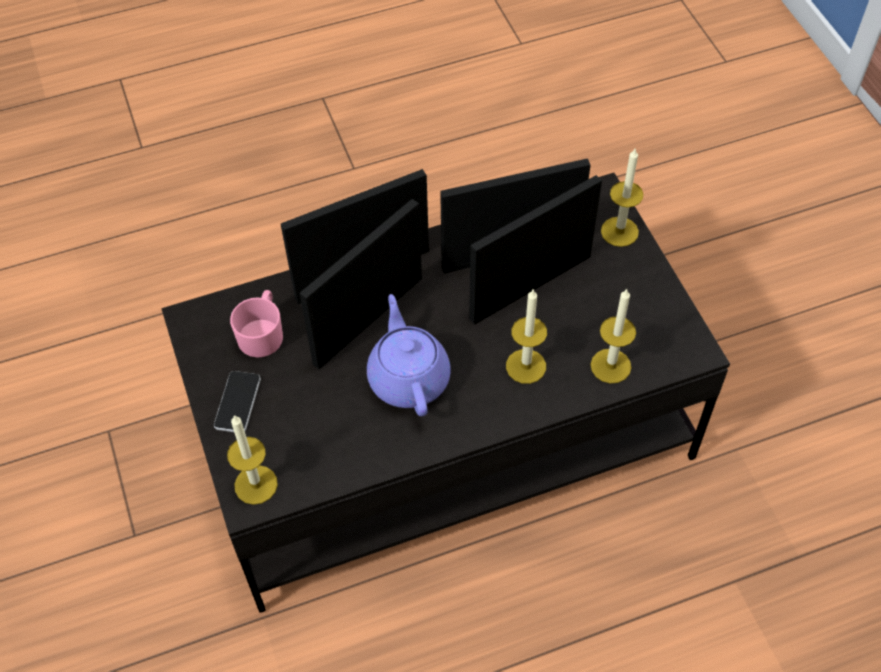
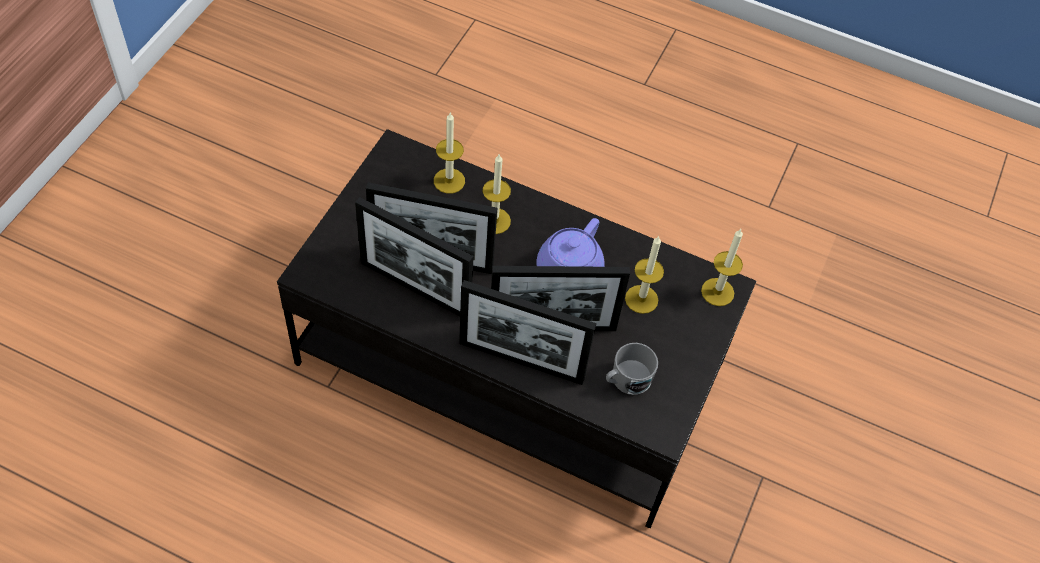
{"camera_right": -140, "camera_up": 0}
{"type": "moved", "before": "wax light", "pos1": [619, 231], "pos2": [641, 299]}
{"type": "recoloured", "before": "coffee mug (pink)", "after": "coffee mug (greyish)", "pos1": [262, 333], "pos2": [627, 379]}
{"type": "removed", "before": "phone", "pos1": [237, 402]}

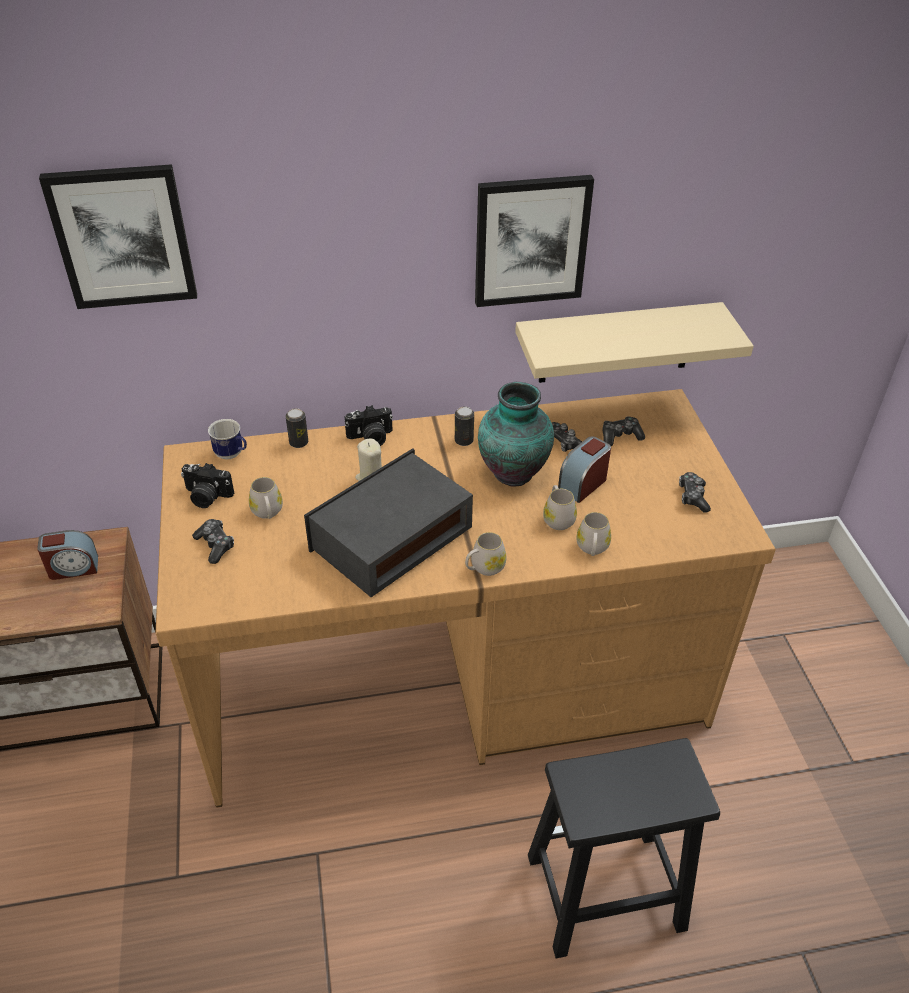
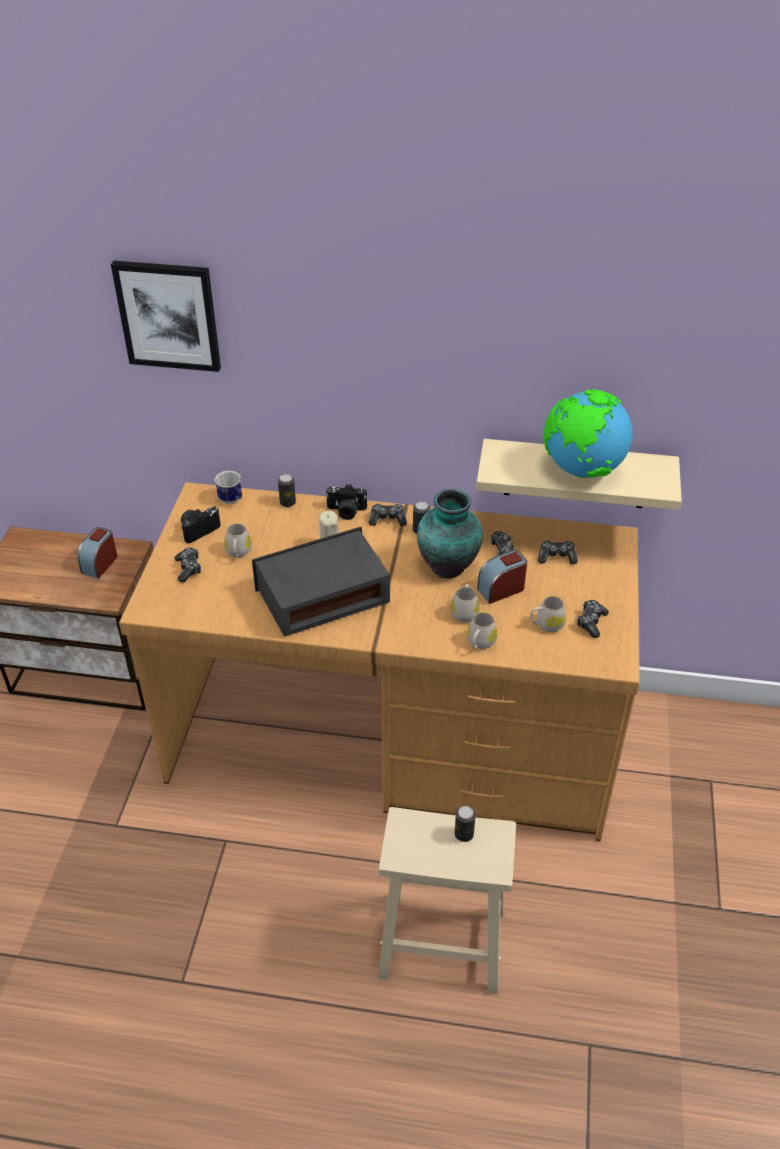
{"camera_right": 20, "camera_up": 0}
{"type": "removed", "before": "wall art", "pos1": [531, 240]}
{"type": "turned", "before": "still camera", "pos1": [206, 497], "pos2": [198, 530], "turn": 105}
{"type": "turned", "before": "table clock", "pos1": [73, 568], "pos2": [100, 564], "turn": 105}
{"type": "moved", "before": "coffee mug (whitish)", "pos1": [484, 568], "pos2": [546, 625]}
{"type": "recoloured", "before": "stool seat (blackish)", "after": "stool seat (beige-coloured)", "pos1": [602, 893], "pos2": [439, 943]}
{"type": "added", "after": "globe", "pos2": [582, 470]}
{"type": "added", "after": "gamepad", "pos2": [387, 519]}
{"type": "added", "after": "metal can", "pos2": [464, 834]}

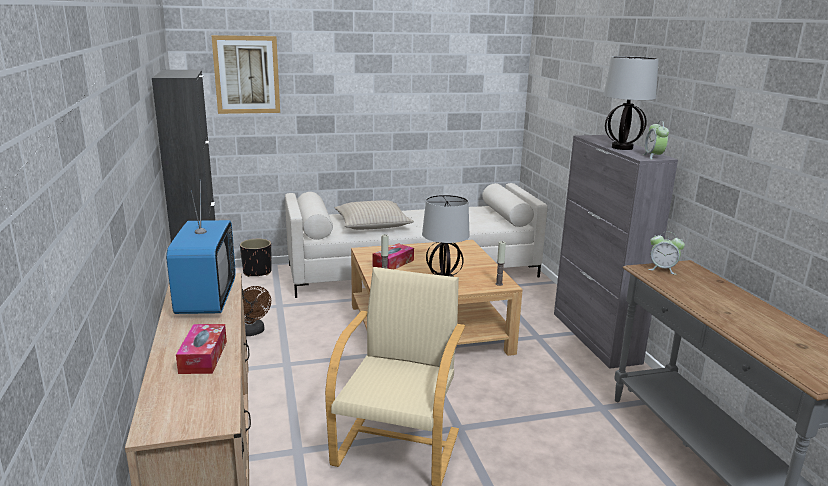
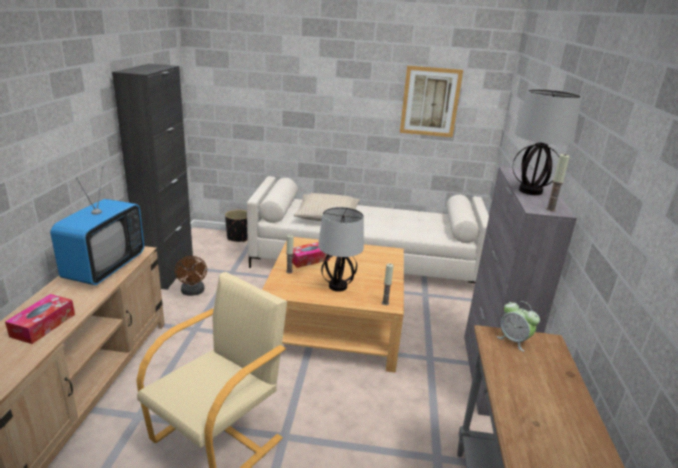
{"camera_right": 20, "camera_up": 5}
{"type": "moved", "before": "wall art", "pos1": [246, 75], "pos2": [430, 102]}
{"type": "replaced", "before": "table clock", "after": "wax light", "pos1": [653, 157], "pos2": [550, 209]}

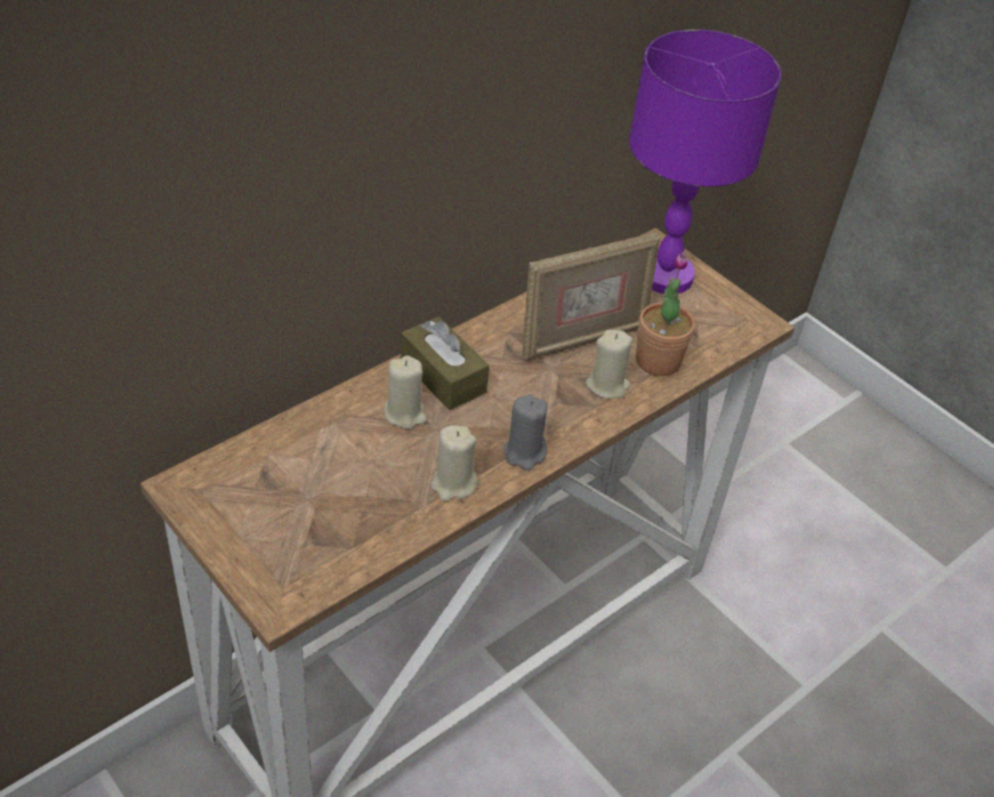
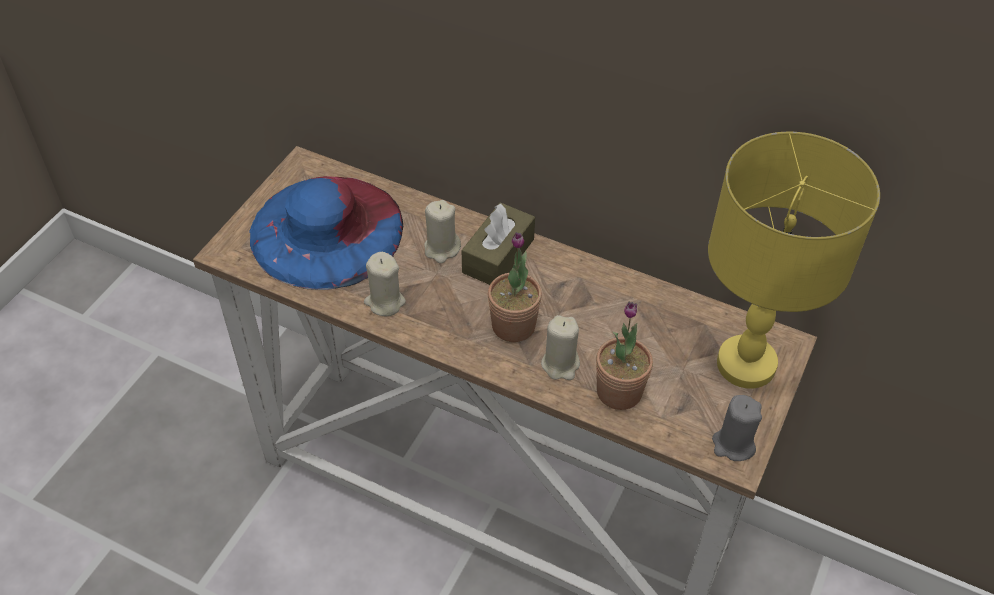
{"camera_right": 70, "camera_up": 5}
{"type": "recoloured", "before": "lamp for a table (purple)", "after": "lamp for a table (yellowish)", "pos1": [664, 276], "pos2": [745, 363]}
{"type": "removed", "before": "photo frame", "pos1": [582, 340]}
{"type": "moved", "before": "wax light (greyish)", "pos1": [524, 453], "pos2": [733, 444]}
{"type": "added", "after": "clothing hat (blue-coloured)", "pos2": [327, 230]}
{"type": "added", "after": "potted plant", "pos2": [513, 326]}

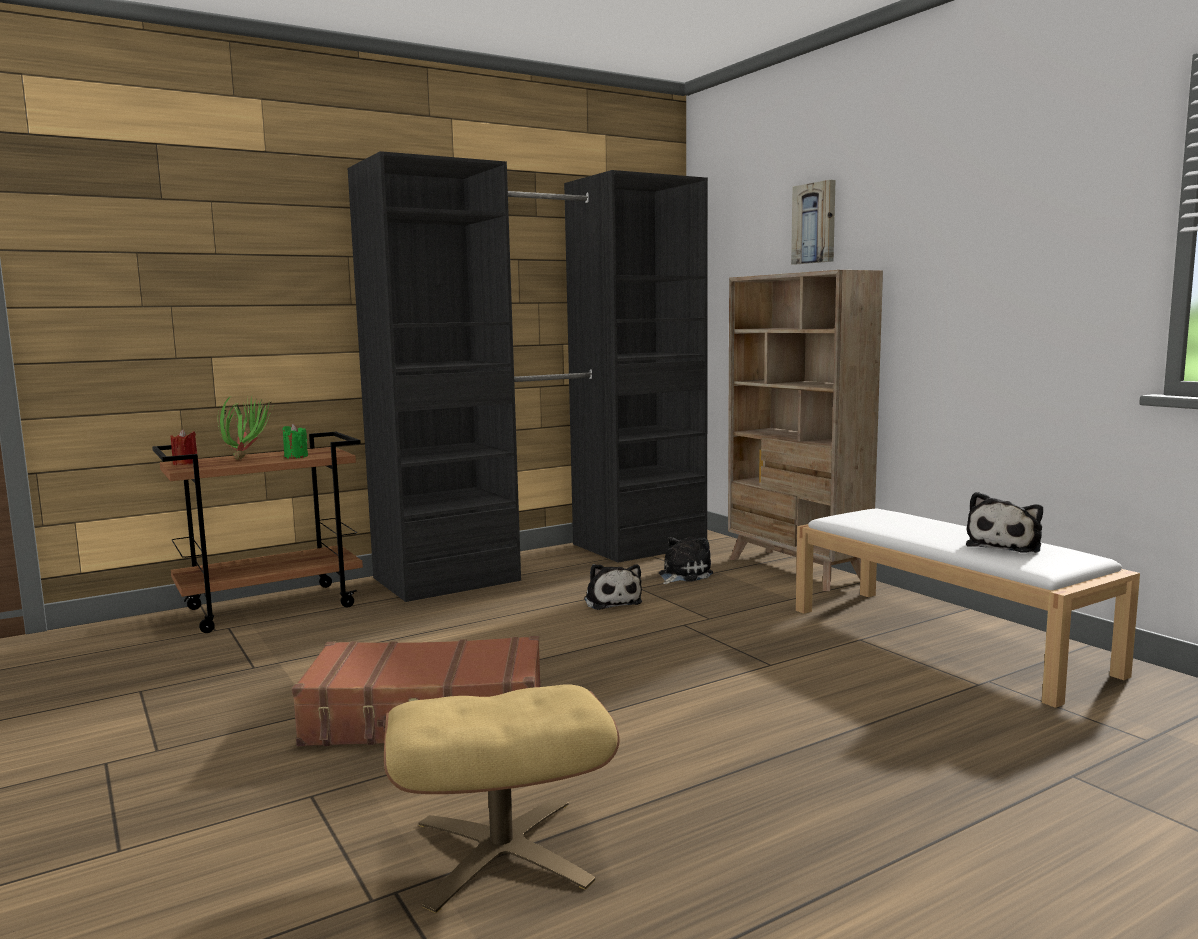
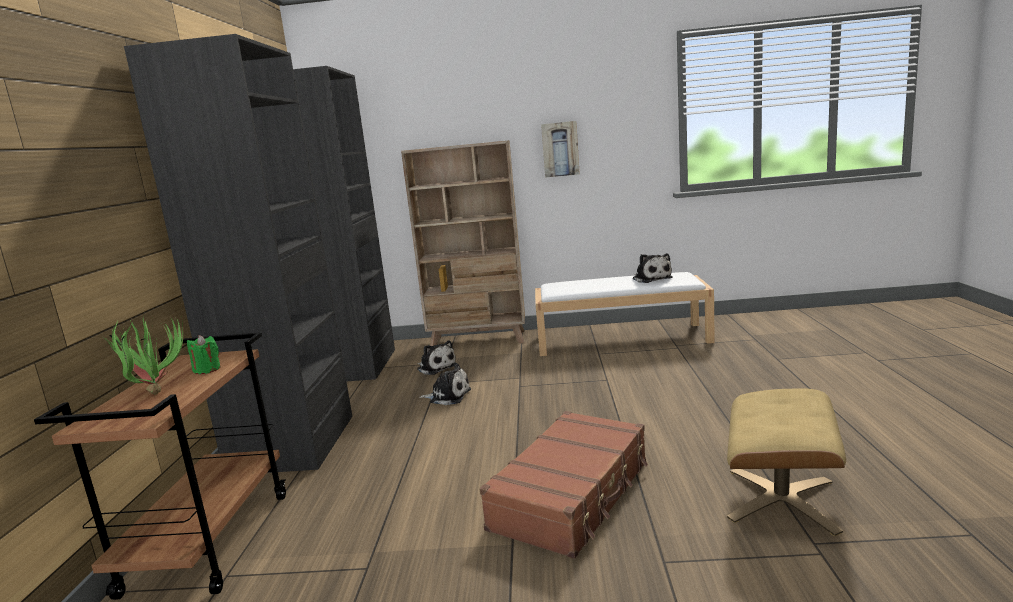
{"camera_right": -55, "camera_up": 5}
{"type": "moved", "before": "wall art", "pos1": [815, 223], "pos2": [560, 149]}
{"type": "removed", "before": "wax light (red-coloured)", "pos1": [185, 463]}
{"type": "turned", "before": "soft toy", "pos1": [683, 575], "pos2": [436, 367], "turn": 150}

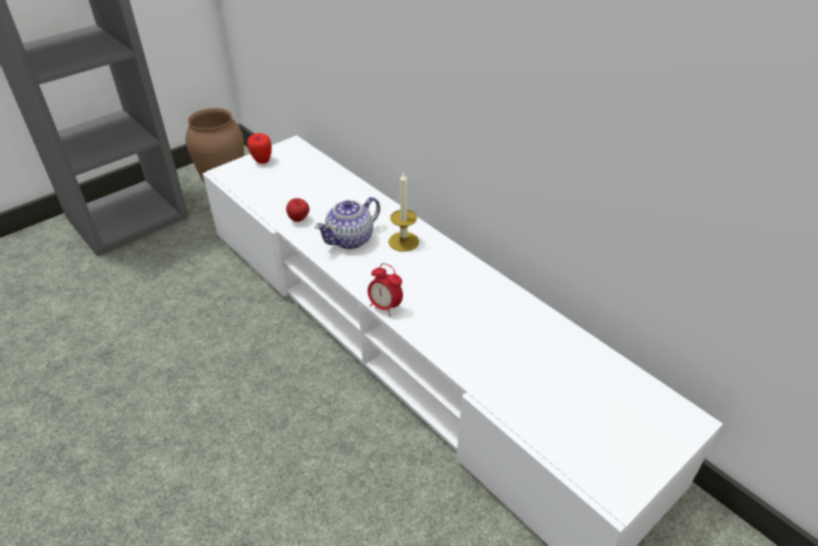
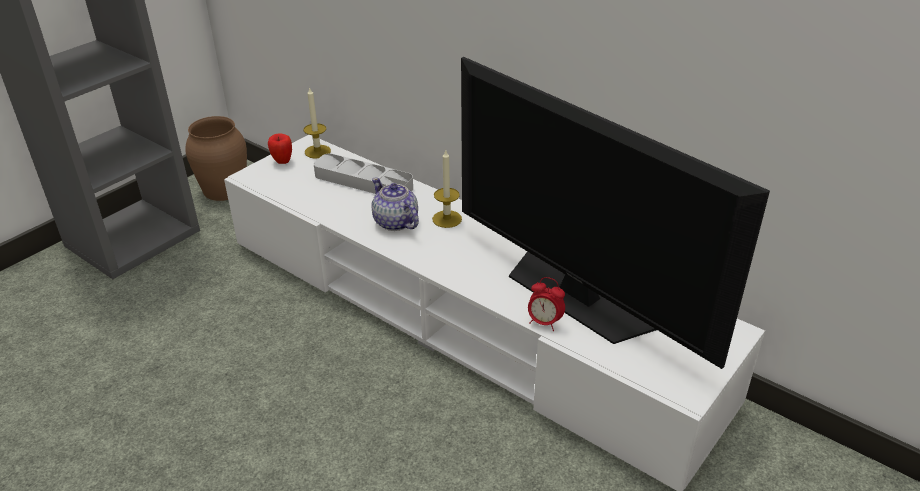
{"camera_right": -10, "camera_up": -5}
{"type": "turned", "before": "tea pot", "pos1": [351, 239], "pos2": [395, 222], "turn": 105}
{"type": "removed", "before": "apple", "pos1": [299, 220]}
{"type": "moved", "before": "table clock", "pos1": [385, 307], "pos2": [544, 322]}
{"type": "added", "after": "TV", "pos2": [578, 296]}
{"type": "added", "after": "wax light", "pos2": [317, 151]}
{"type": "added", "after": "carrying tray (greyish)", "pos2": [363, 181]}

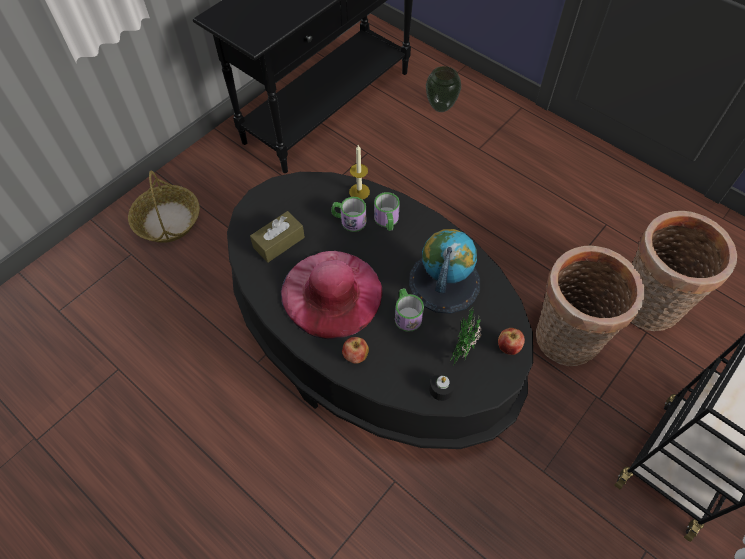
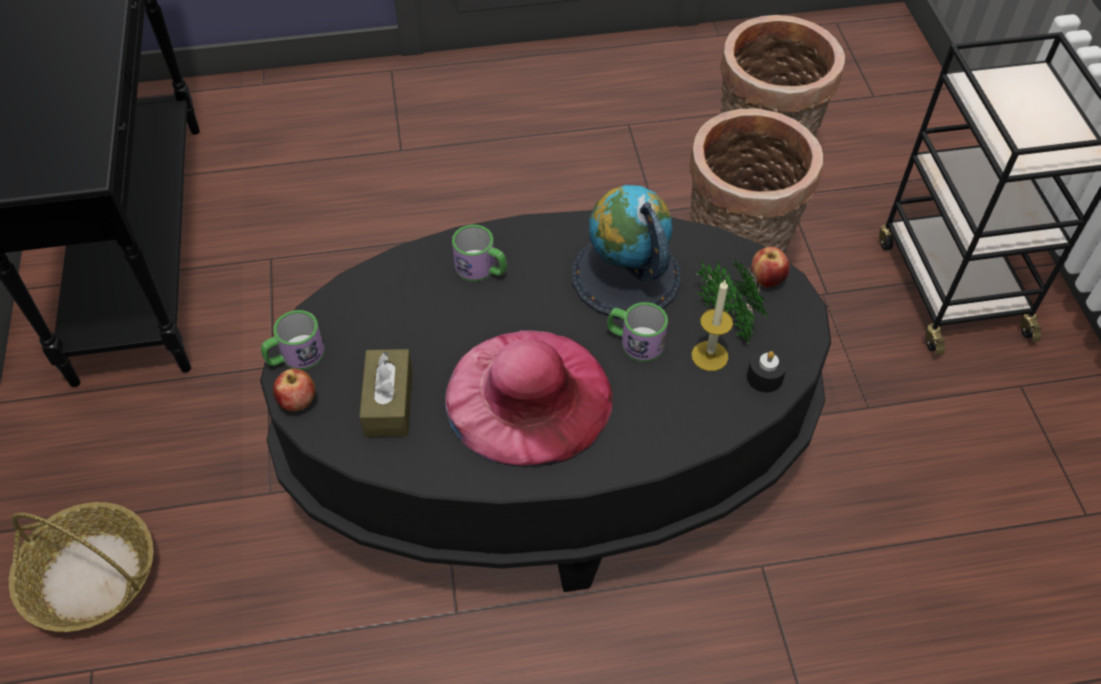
{"camera_right": -50, "camera_up": -5}
{"type": "removed", "before": "decorative vase", "pos1": [441, 107]}
{"type": "moved", "before": "wax light", "pos1": [359, 191], "pos2": [709, 356]}
{"type": "moved", "before": "coffee mug", "pos1": [349, 220], "pos2": [295, 356]}
{"type": "moved", "before": "apple", "pos1": [355, 356], "pos2": [298, 402]}

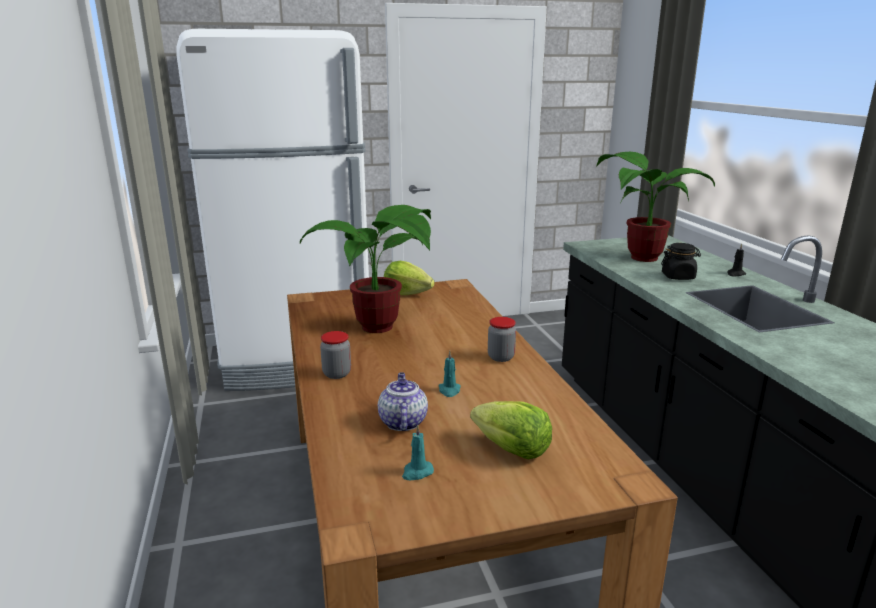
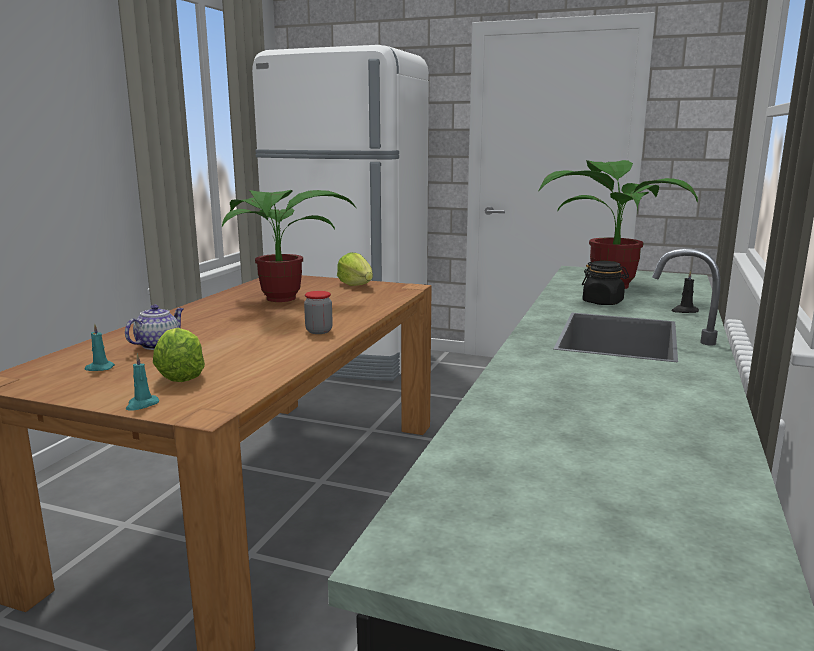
{"camera_right": 35, "camera_up": -5}
{"type": "removed", "before": "preserve jar", "pos1": [337, 374]}
{"type": "moved", "before": "wax light (turquoise)", "pos1": [449, 390], "pos2": [142, 405]}

